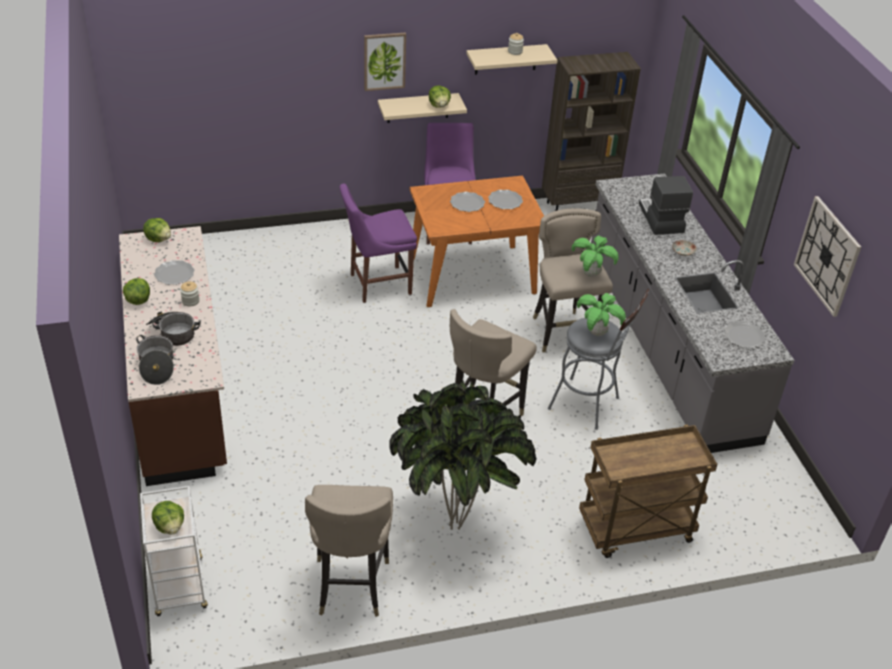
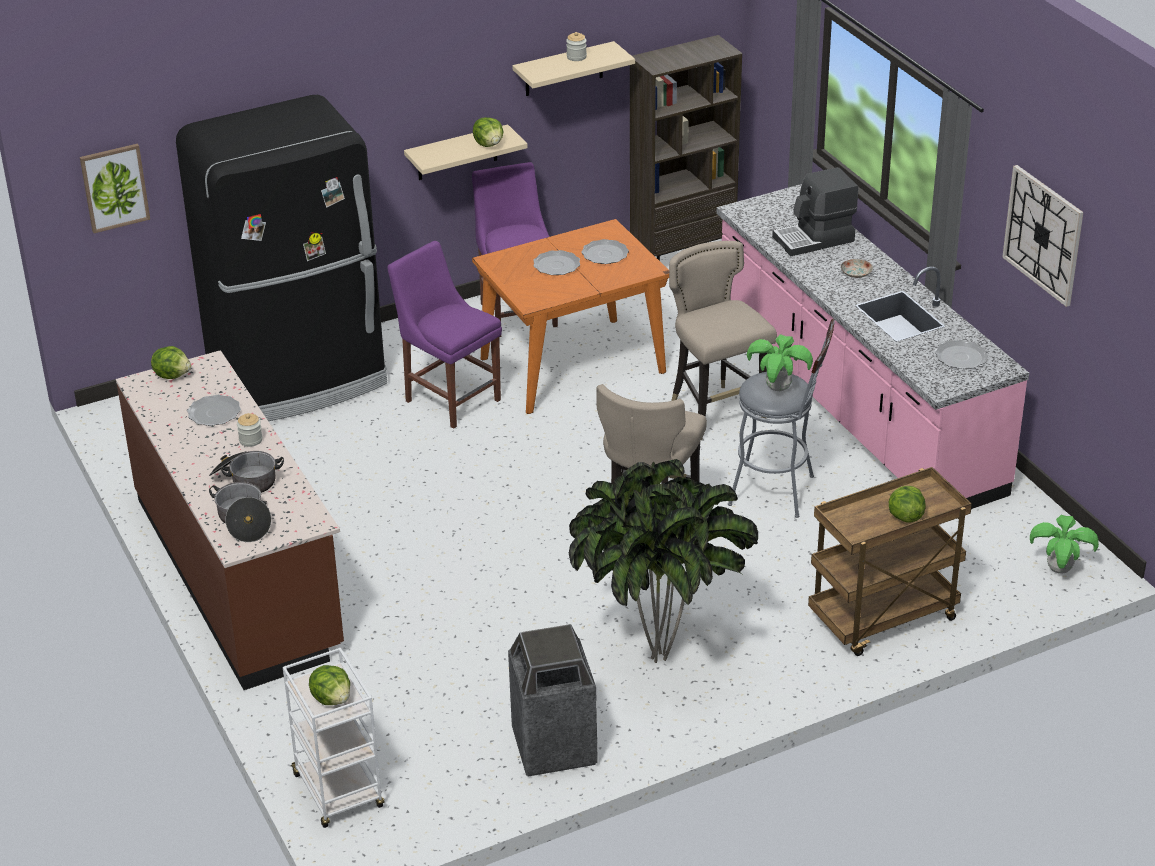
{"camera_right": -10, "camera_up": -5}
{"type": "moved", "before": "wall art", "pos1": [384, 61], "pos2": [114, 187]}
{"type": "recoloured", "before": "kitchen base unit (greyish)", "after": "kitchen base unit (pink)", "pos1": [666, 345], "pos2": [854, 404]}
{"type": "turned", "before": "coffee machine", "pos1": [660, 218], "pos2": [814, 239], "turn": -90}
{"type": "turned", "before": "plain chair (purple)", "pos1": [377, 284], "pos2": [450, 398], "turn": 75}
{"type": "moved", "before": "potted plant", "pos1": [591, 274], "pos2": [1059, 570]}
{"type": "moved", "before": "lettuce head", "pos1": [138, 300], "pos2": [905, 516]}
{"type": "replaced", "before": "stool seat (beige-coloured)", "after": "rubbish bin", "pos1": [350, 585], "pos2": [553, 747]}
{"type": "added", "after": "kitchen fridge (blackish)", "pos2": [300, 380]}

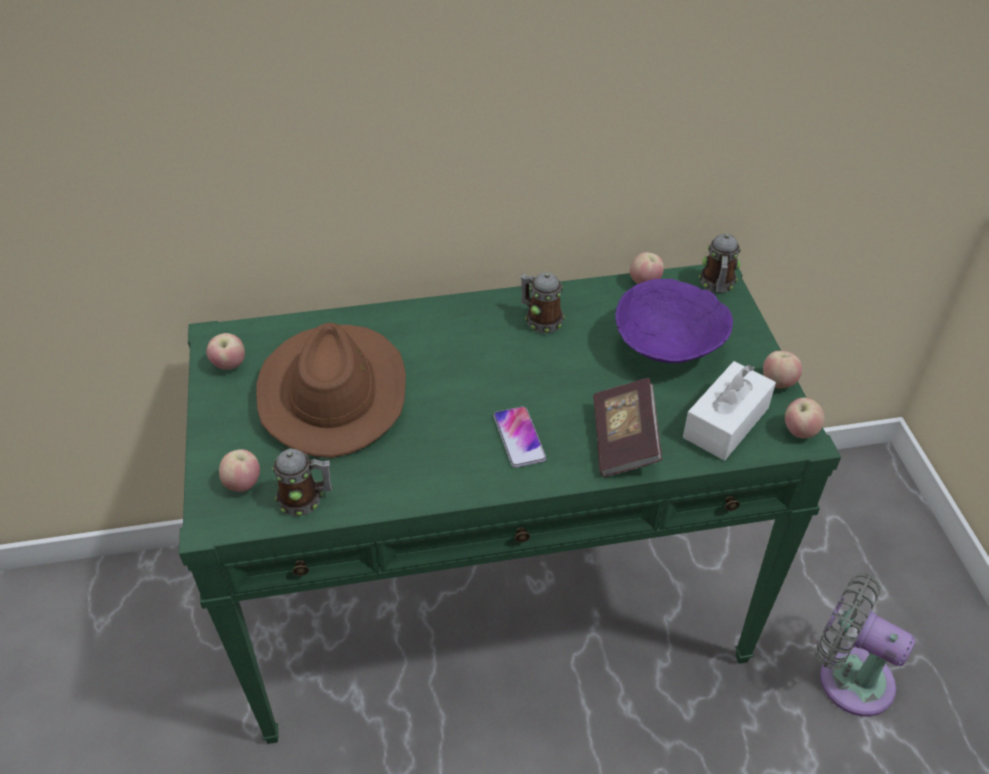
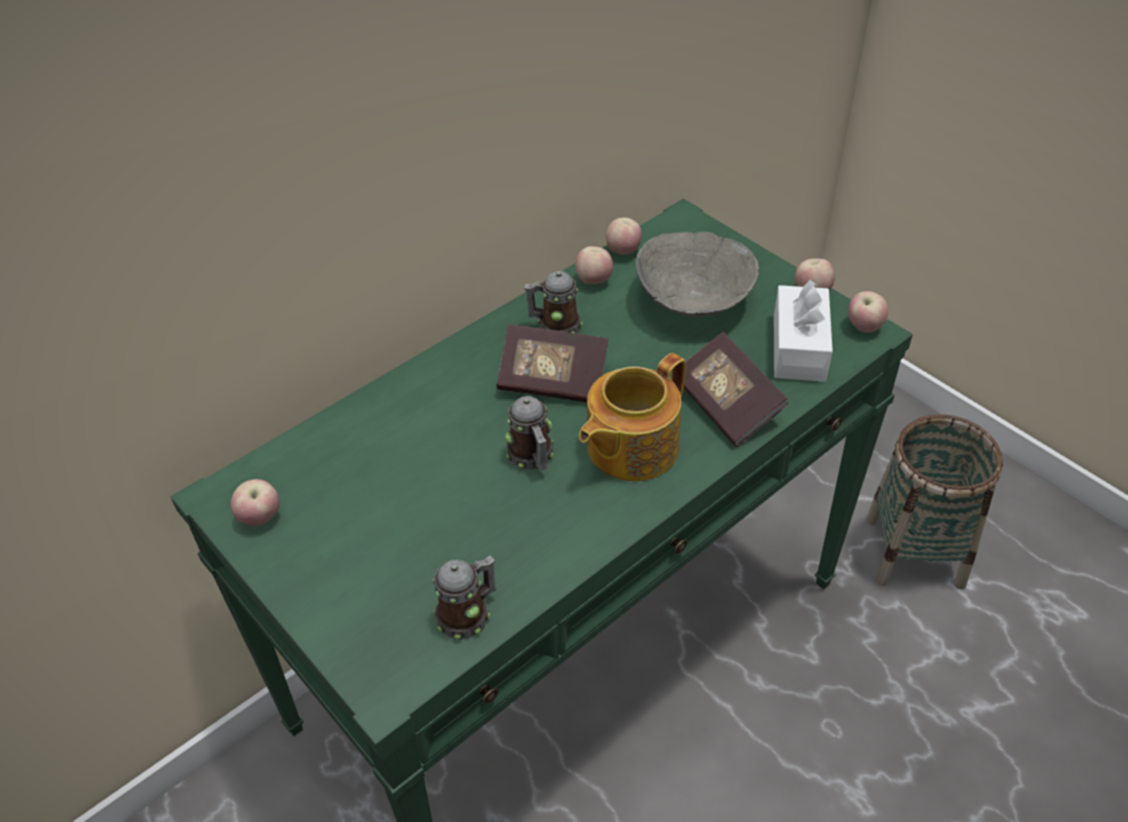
{"camera_right": -30, "camera_up": 0}
{"type": "moved", "before": "coffee mug", "pos1": [717, 285], "pos2": [532, 458]}
{"type": "recoloured", "before": "serving bowl (purple)", "after": "serving bowl (greyish)", "pos1": [668, 345], "pos2": [692, 300]}
{"type": "removed", "before": "clothing hat (brownish)", "pos1": [333, 392]}
{"type": "replaced", "before": "phone", "after": "tea pot", "pos1": [519, 437], "pos2": [630, 447]}
{"type": "moved", "before": "apple", "pos1": [243, 484], "pos2": [594, 281]}
{"type": "replaced", "before": "fan (greyish)", "after": "basket", "pos1": [848, 677], "pos2": [914, 552]}
{"type": "added", "after": "bound book", "pos2": [553, 381]}

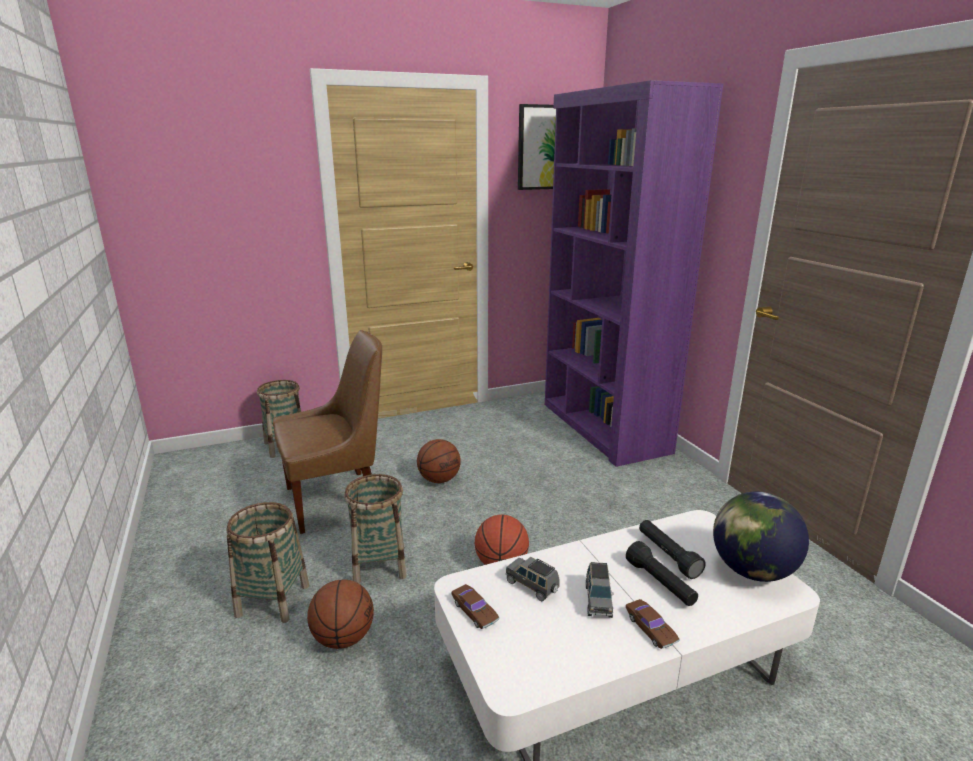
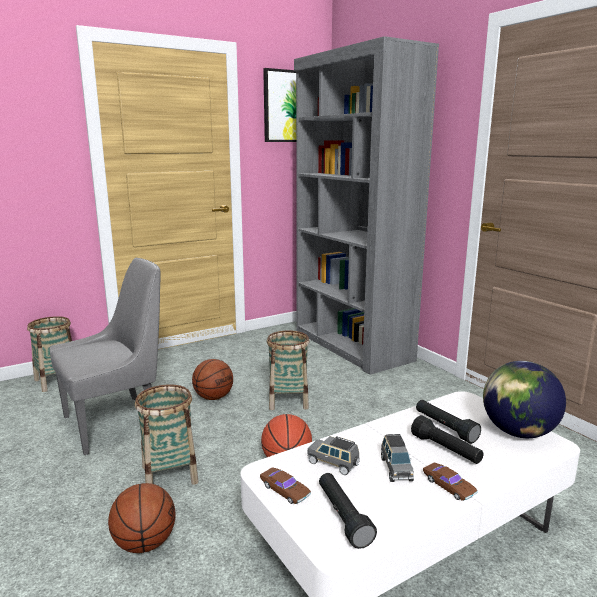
{"camera_right": -10, "camera_up": -5}
{"type": "recoloured", "before": "bookcase (purple)", "after": "bookcase (greyish)", "pos1": [603, 427], "pos2": [351, 346]}
{"type": "recoloured", "before": "plain chair (brownish)", "after": "plain chair (greyish)", "pos1": [337, 500], "pos2": [117, 422]}
{"type": "moved", "before": "basket", "pos1": [273, 600], "pos2": [288, 400]}
{"type": "added", "after": "hand torch (blackish)", "pos2": [343, 517]}

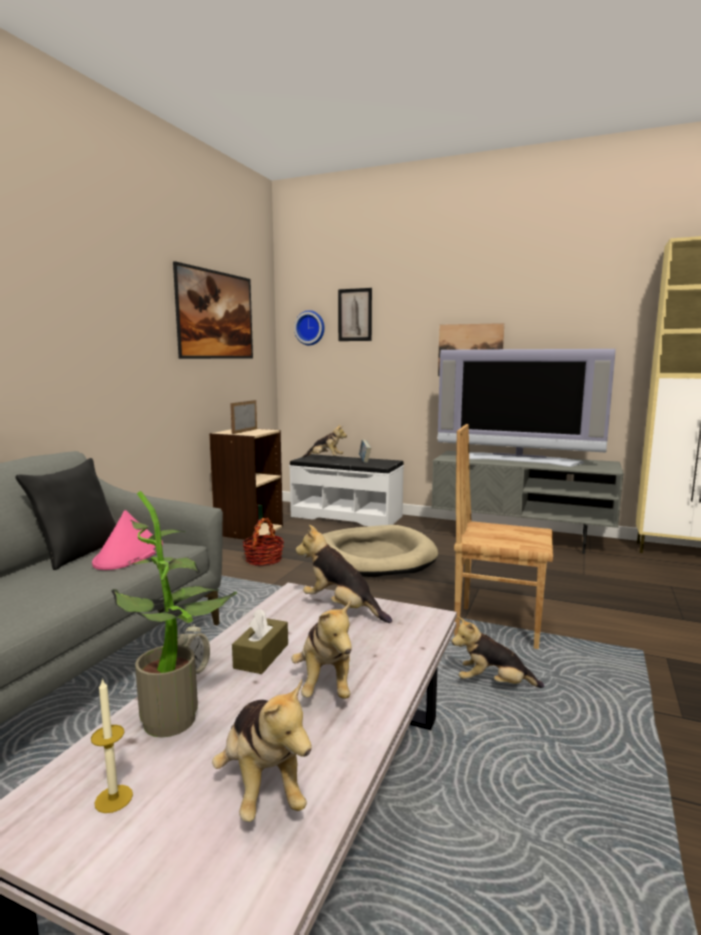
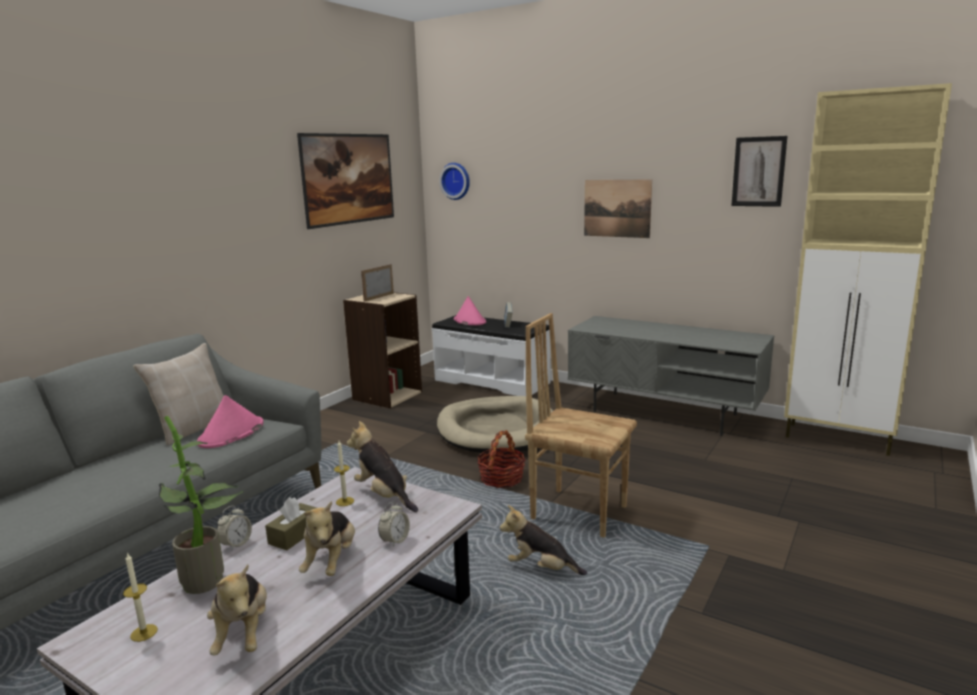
{"camera_right": 10, "camera_up": 5}
{"type": "moved", "before": "wall art", "pos1": [355, 315], "pos2": [758, 171]}
{"type": "removed", "before": "TV", "pos1": [518, 459]}
{"type": "replaced", "before": "soft toy", "after": "clothing hat (pink)", "pos1": [325, 458], "pos2": [469, 321]}
{"type": "recoloured", "before": "throw pillow (blackish)", "after": "throw pillow (beige-coloured)", "pos1": [79, 552], "pos2": [194, 428]}
{"type": "moved", "before": "basket", "pos1": [263, 560], "pos2": [501, 479]}
{"type": "added", "after": "wax light", "pos2": [345, 501]}
{"type": "added", "after": "table clock", "pos2": [395, 540]}

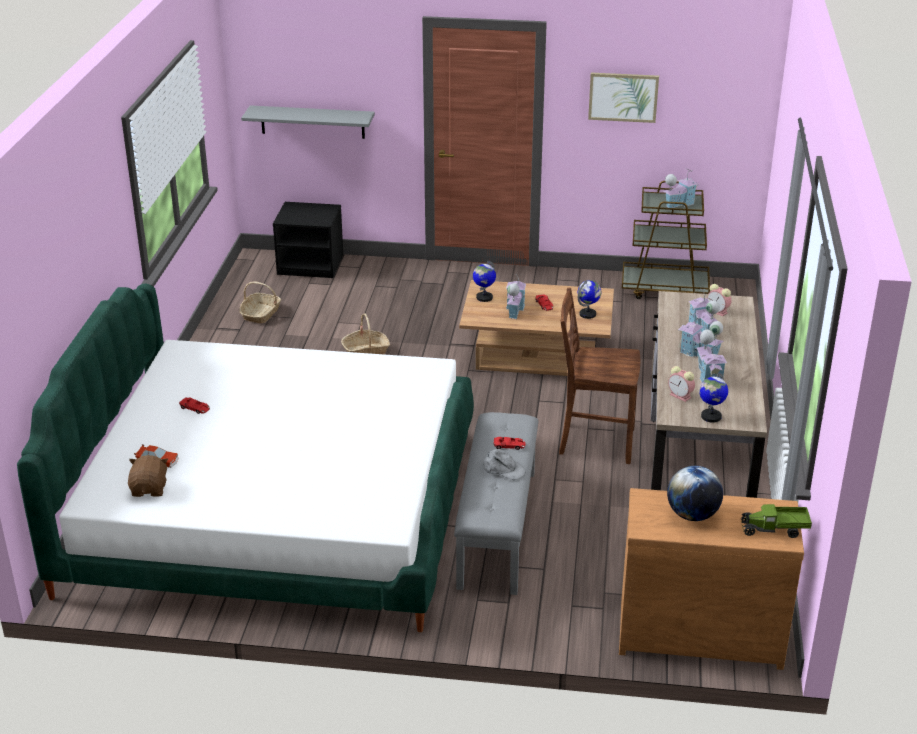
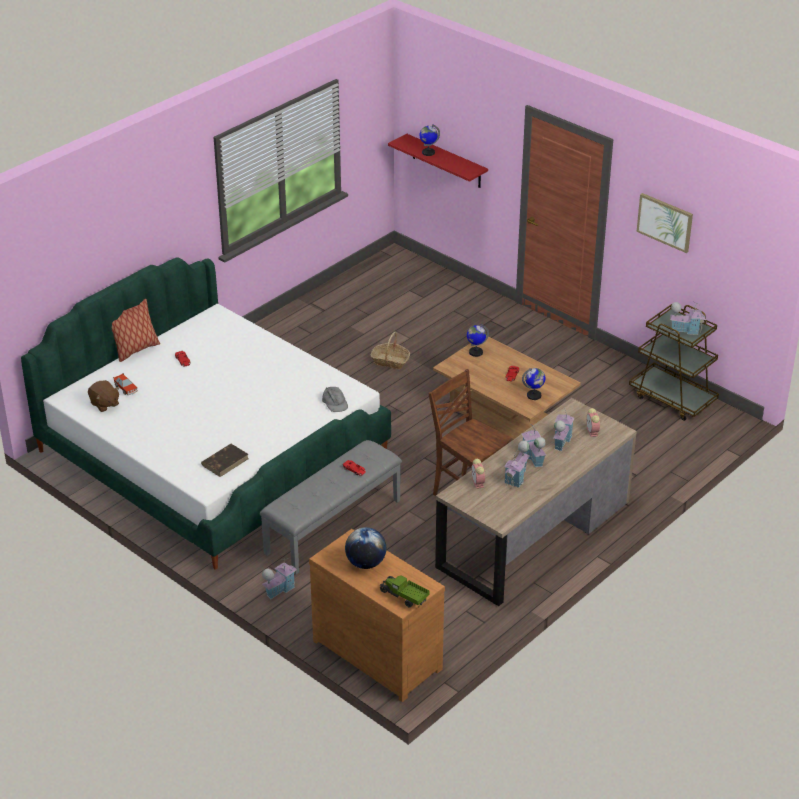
{"camera_right": 35, "camera_up": 5}
{"type": "recoloured", "before": "wall shelf (greyish)", "after": "wall shelf (red-coloured)", "pos1": [312, 122], "pos2": [446, 161]}
{"type": "removed", "before": "bedside table (blackish)", "pos1": [311, 265]}
{"type": "moved", "before": "model house", "pos1": [514, 310], "pos2": [279, 589]}
{"type": "removed", "before": "basket", "pos1": [261, 314]}
{"type": "moved", "before": "globe", "pos1": [710, 416], "pos2": [428, 152]}
{"type": "moved", "before": "peaked cap (greyish)", "pos1": [504, 470], "pos2": [334, 403]}
{"type": "turned", "before": "soft toy (brownish)", "pos1": [150, 489], "pos2": [104, 404], "turn": 105}
{"type": "added", "after": "throw pillow", "pos2": [135, 350]}
{"type": "added", "after": "bound book (brownish)", "pos2": [225, 461]}

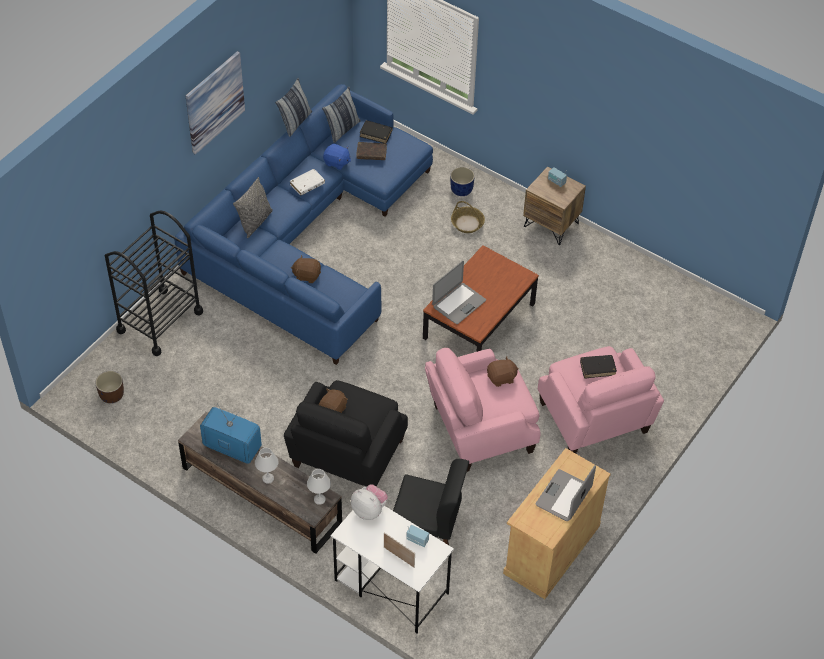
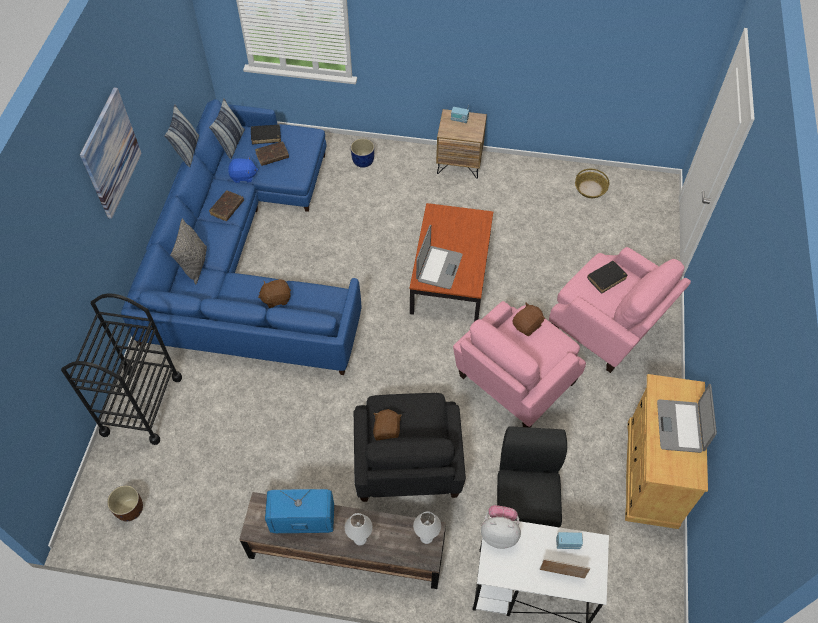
{"camera_right": -25, "camera_up": 5}
{"type": "recoloured", "before": "bound book (whitish)", "after": "bound book (brownish)", "pos1": [307, 185], "pos2": [227, 208]}
{"type": "moved", "before": "basket", "pos1": [467, 223], "pos2": [590, 188]}
{"type": "turned", "before": "plain chair (blackish)", "pos1": [428, 523], "pos2": [525, 501], "turn": -75}

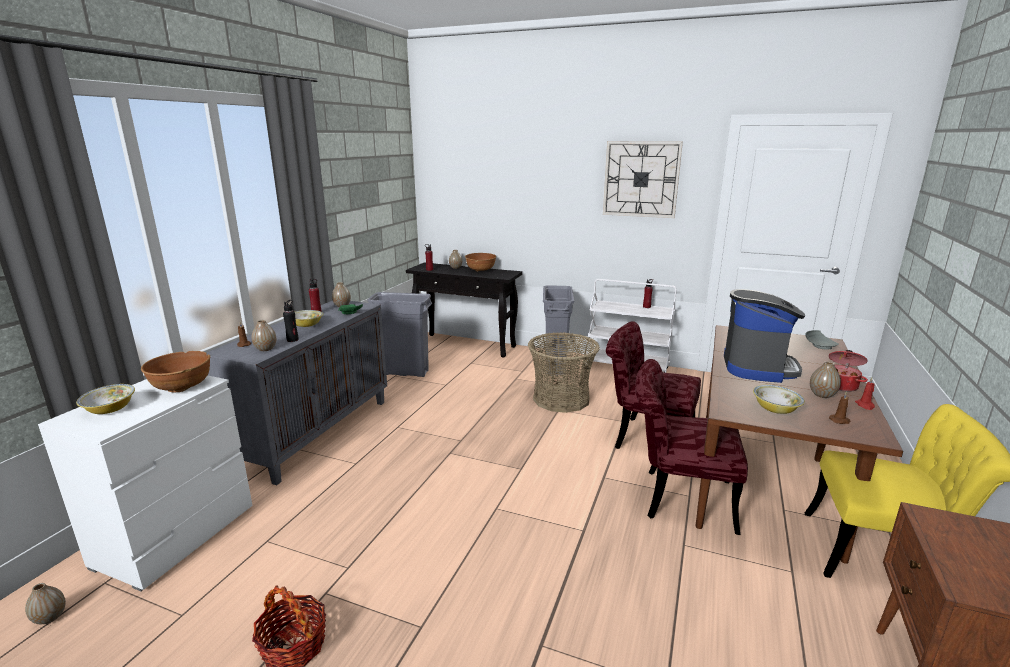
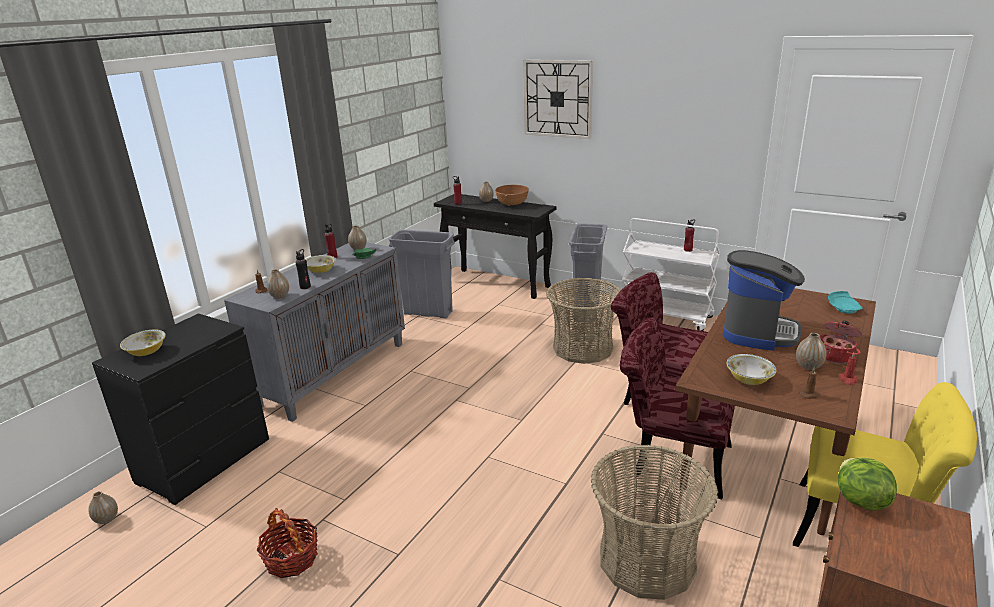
{"camera_right": 10, "camera_up": 5}
{"type": "moved", "before": "wall clock", "pos1": [641, 179], "pos2": [557, 99]}
{"type": "recoloured", "before": "flat dish (greyish)", "after": "flat dish (turquoise)", "pos1": [820, 345], "pos2": [844, 308]}
{"type": "removed", "before": "serving bowl (brownish)", "pos1": [182, 386]}
{"type": "recoloured", "before": "dresser (whitish)", "after": "dresser (blackish)", "pos1": [177, 536], "pos2": [205, 461]}
{"type": "added", "after": "basket", "pos2": [647, 560]}
{"type": "added", "after": "lettuce head", "pos2": [860, 500]}

